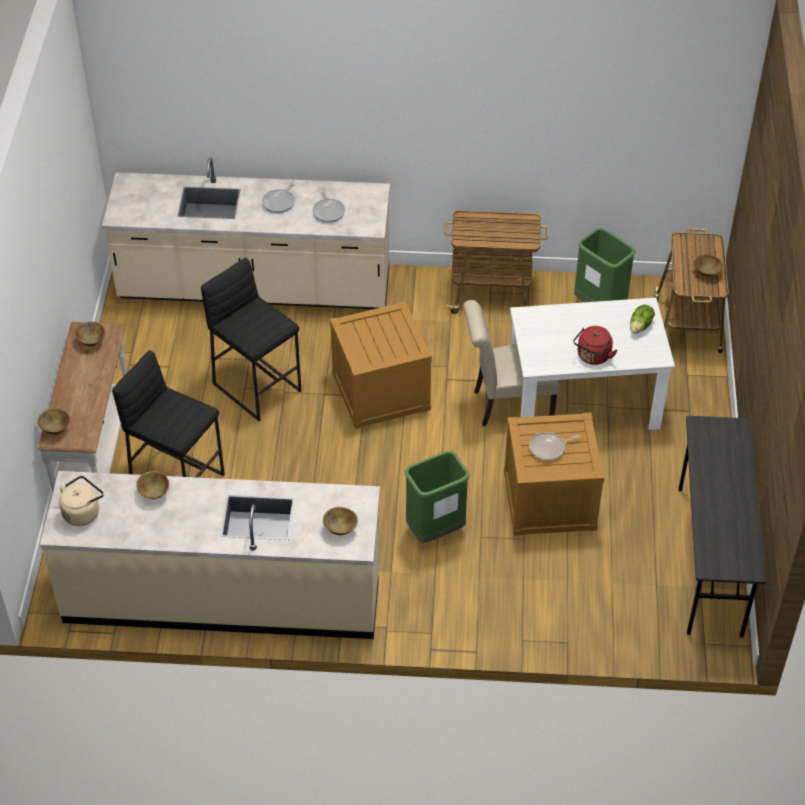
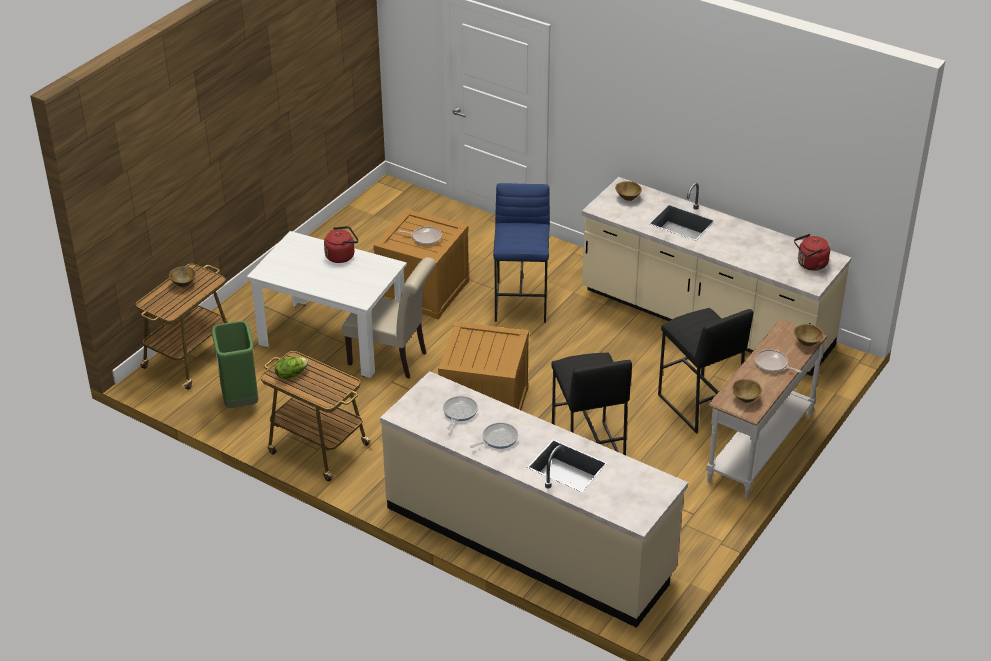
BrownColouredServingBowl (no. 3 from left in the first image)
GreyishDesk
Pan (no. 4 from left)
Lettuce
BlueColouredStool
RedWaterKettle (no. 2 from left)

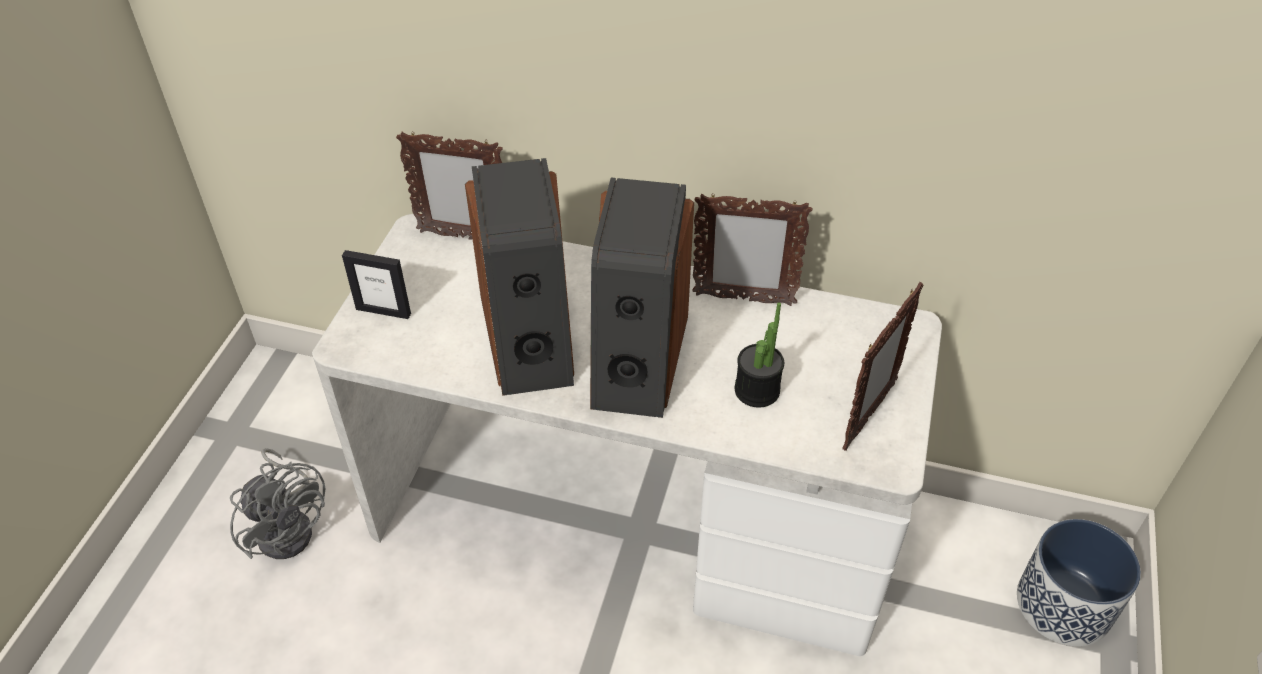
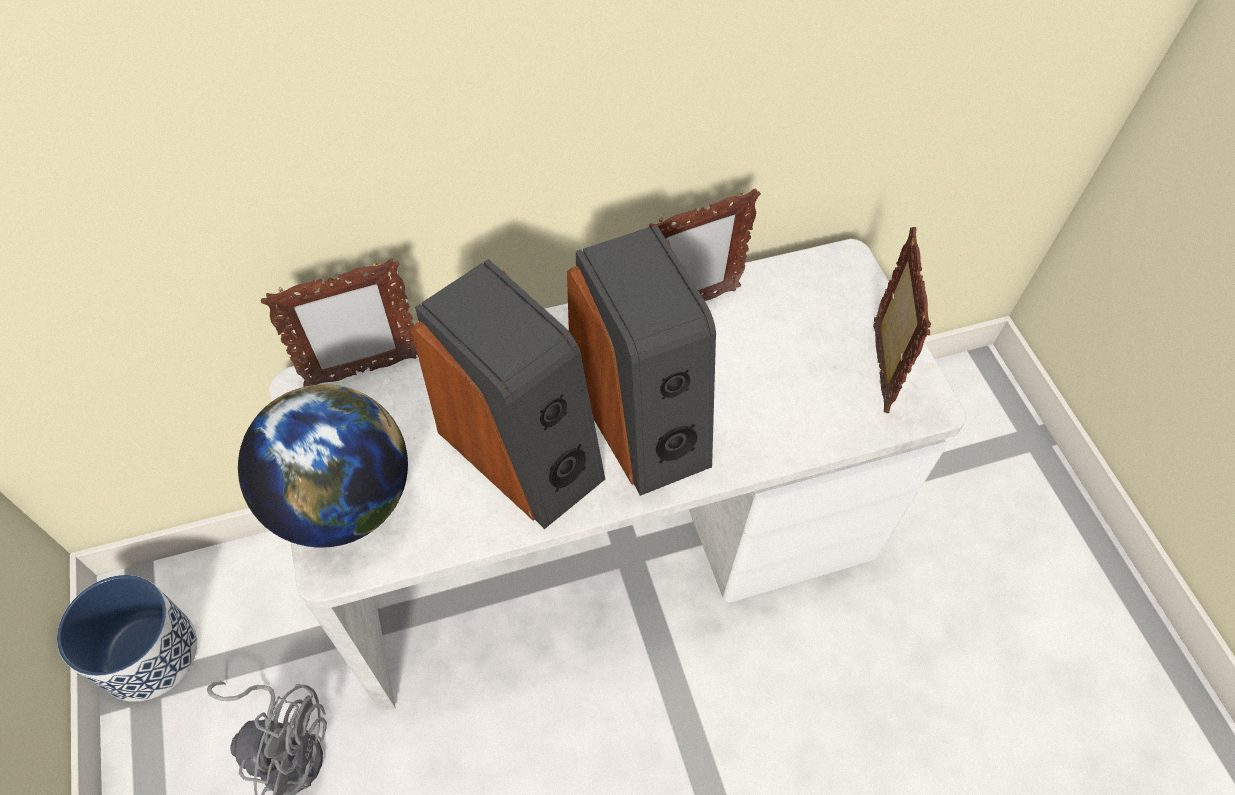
Houseplant
Planter
DeskGlobe

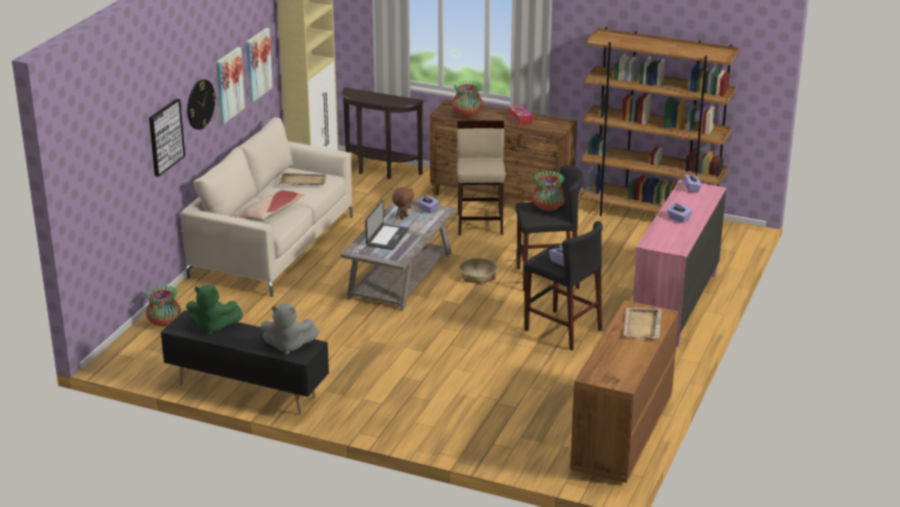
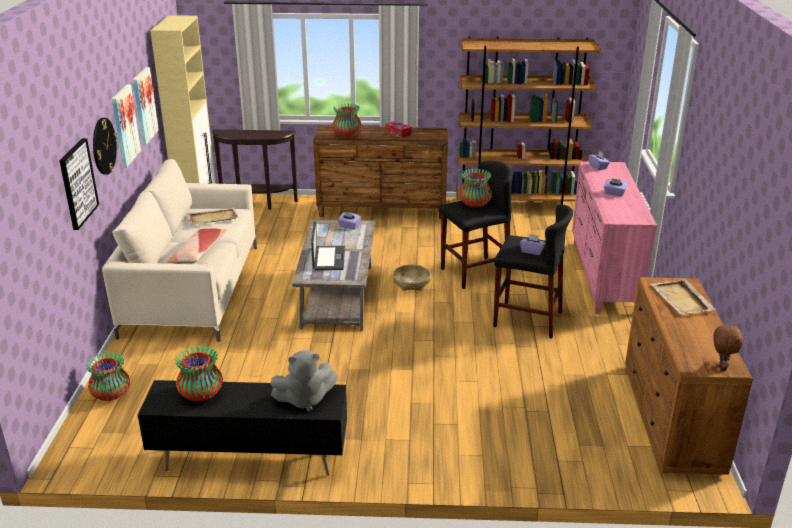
BeigeColouredStool
BrownColouredPlushToy
Vase (no. 2 from left)

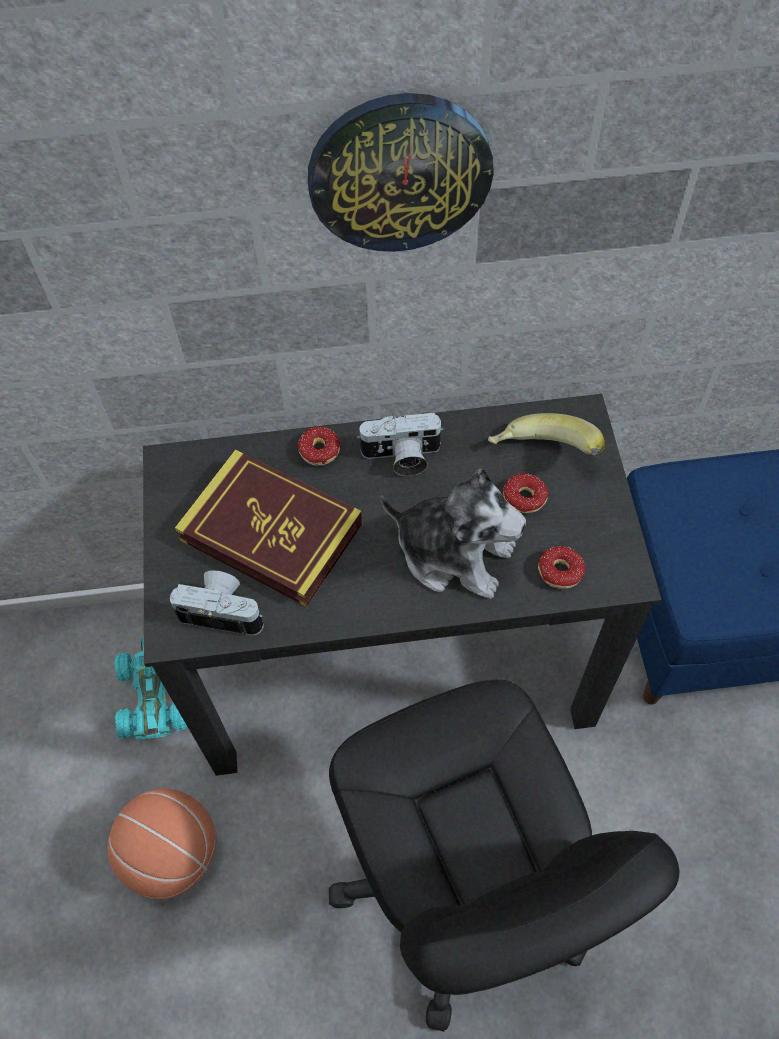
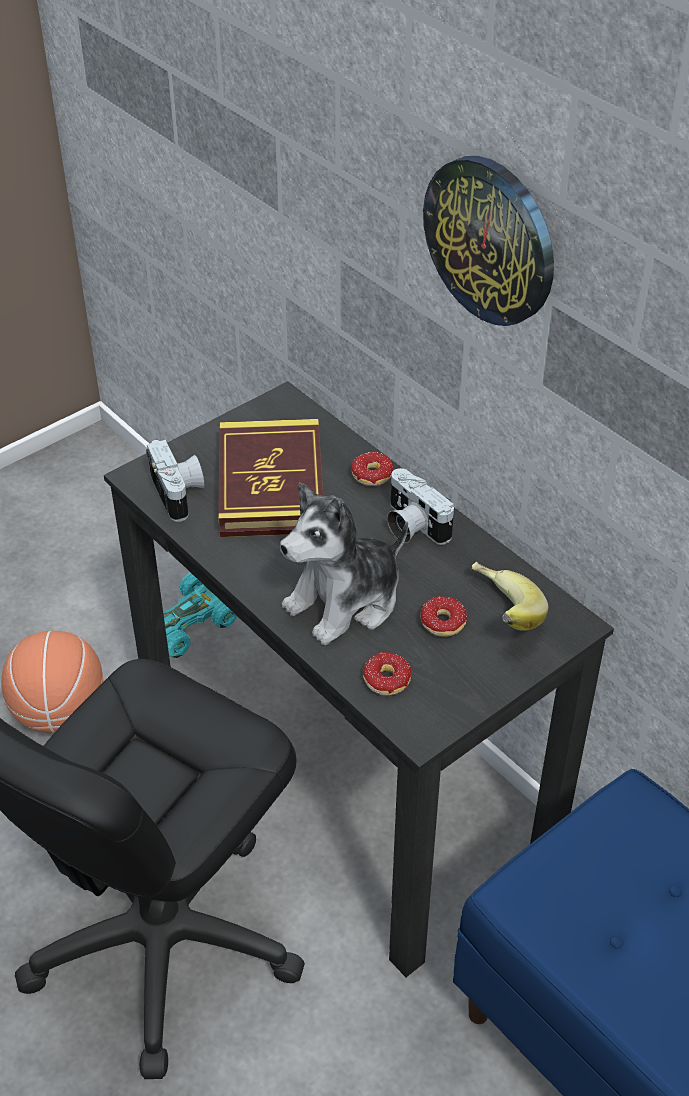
PlushToy

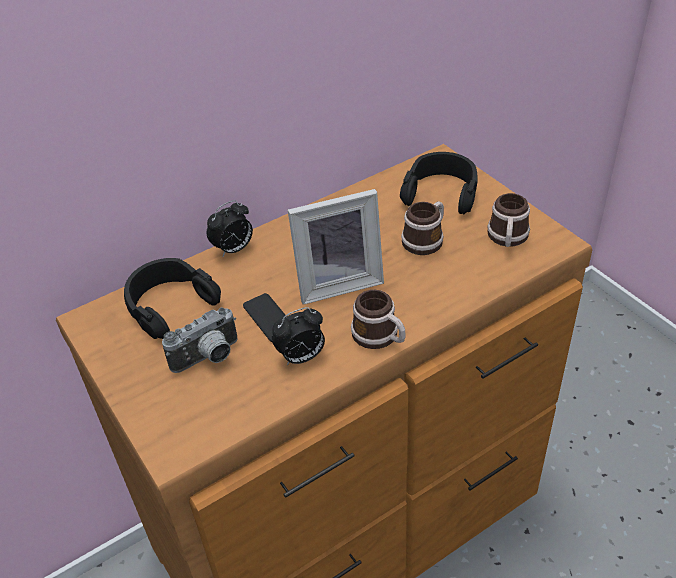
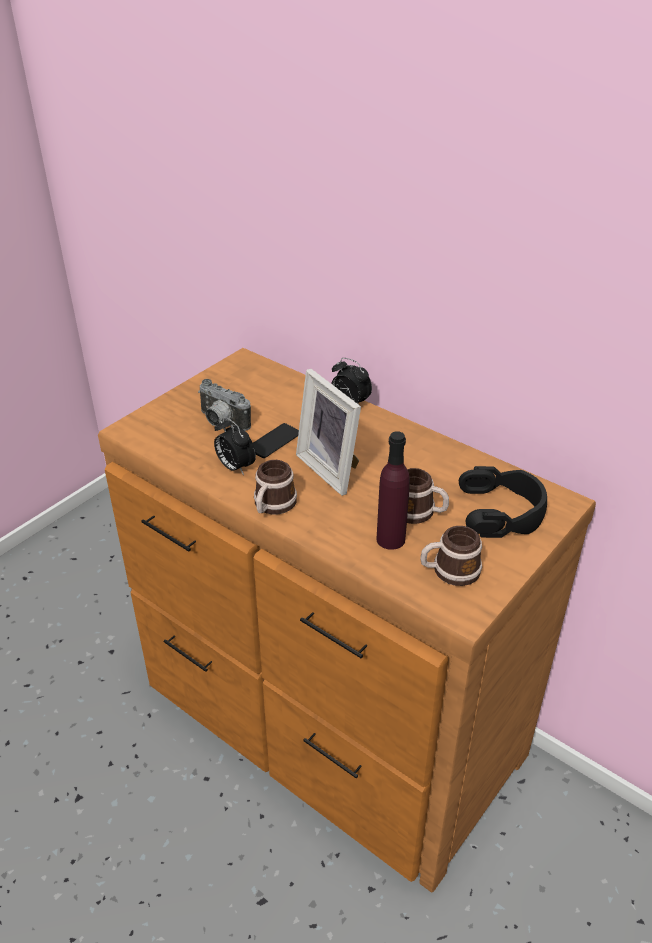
BlackPairOfHeadphones (no. 1 from left in the first image)
PurplishBeverageBottle

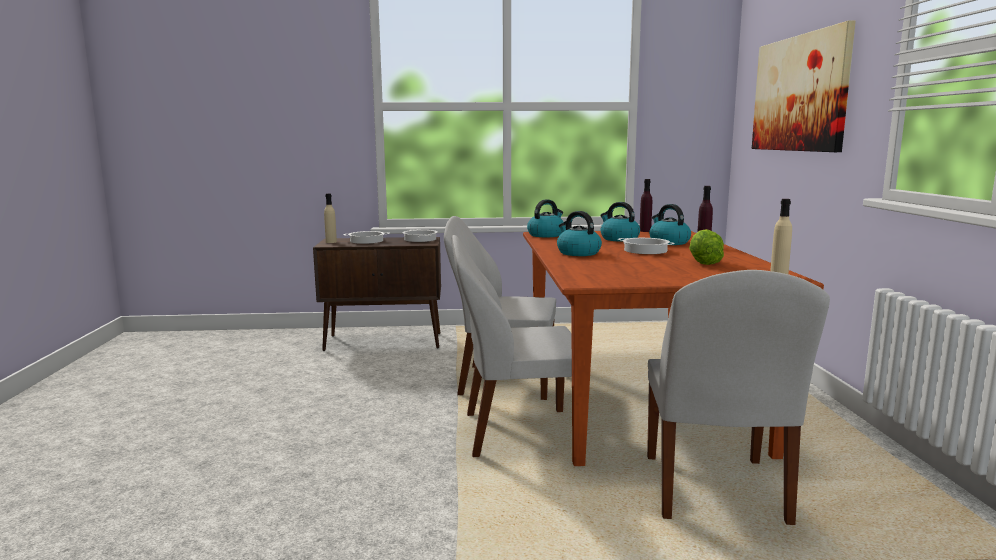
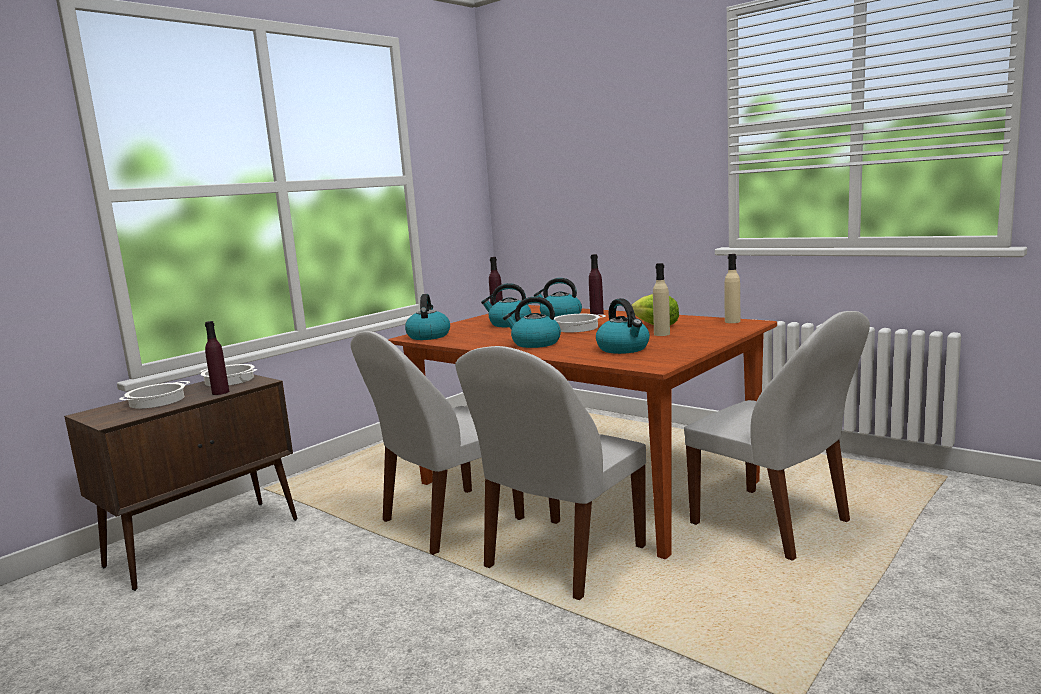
Picture
PurplishBeverageBottle (no. 1 from left)
WaterKettle (no. 5 from left)
BeigeColouredBeverageBottle (no. 1 from left)

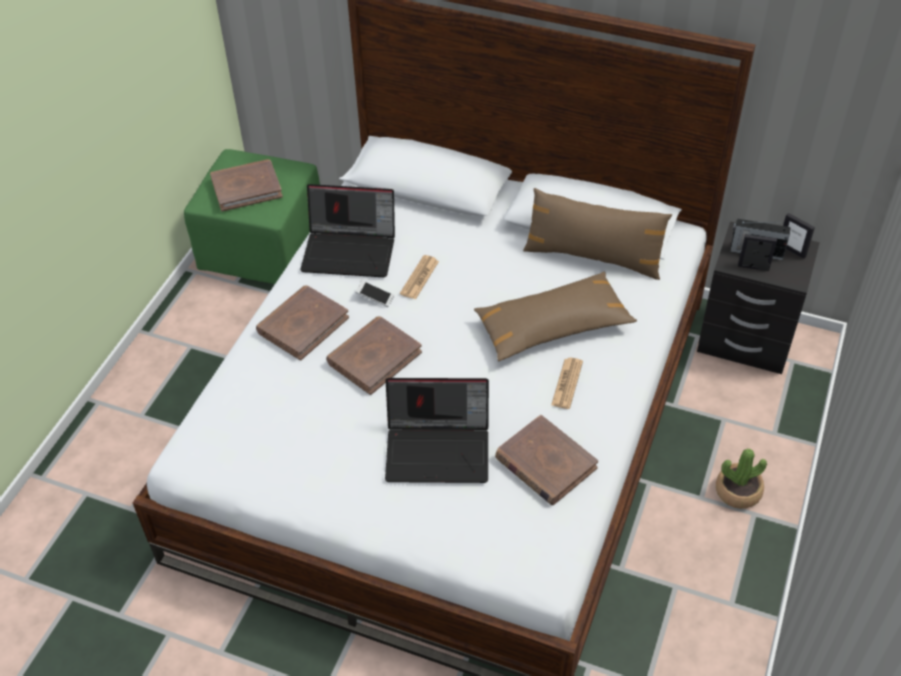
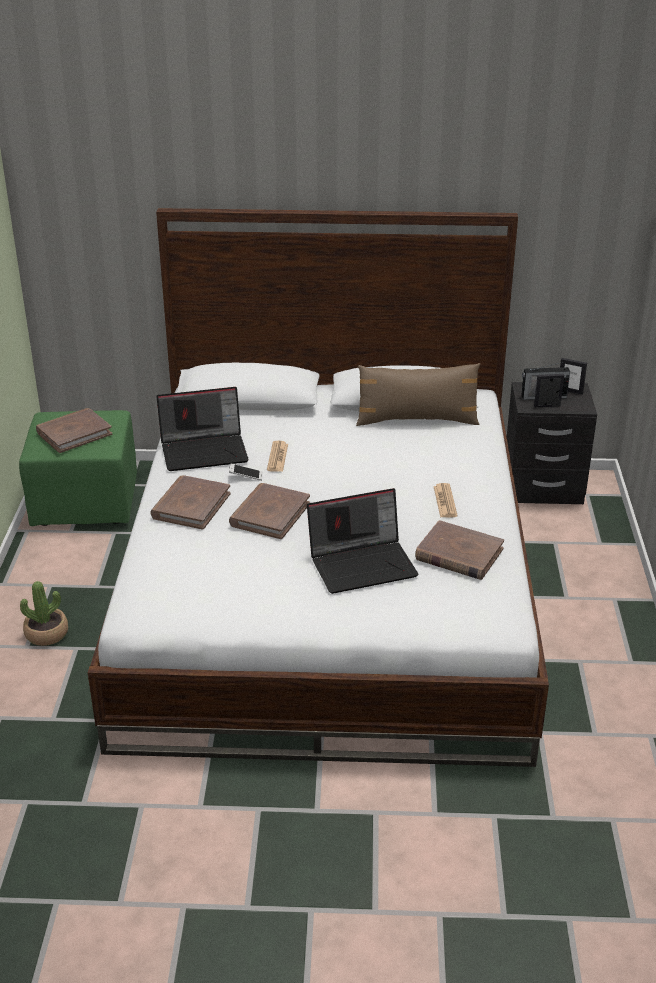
BrownColouredPillow (no. 1 from left in the first image)
Houseplant

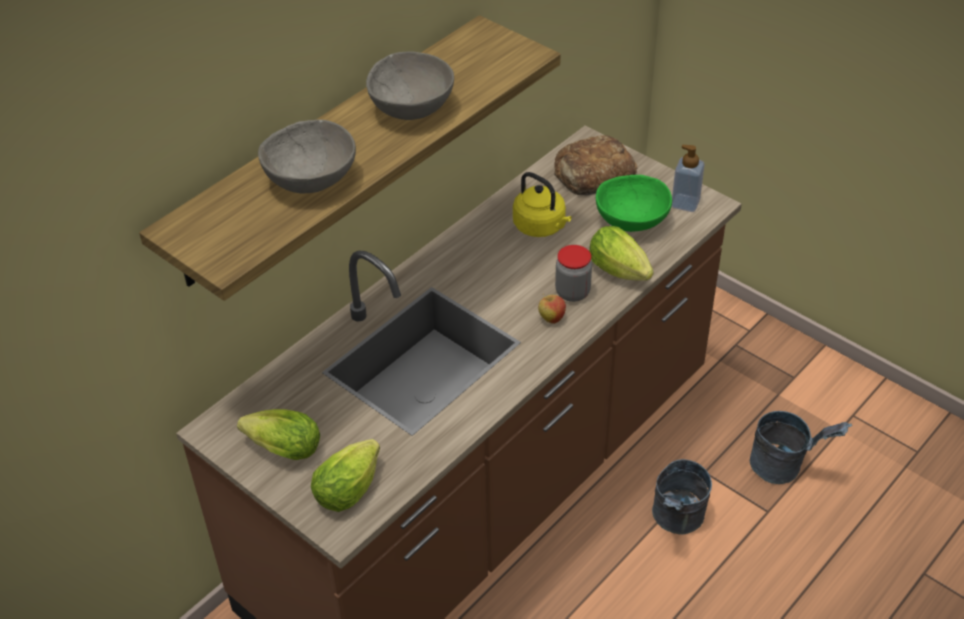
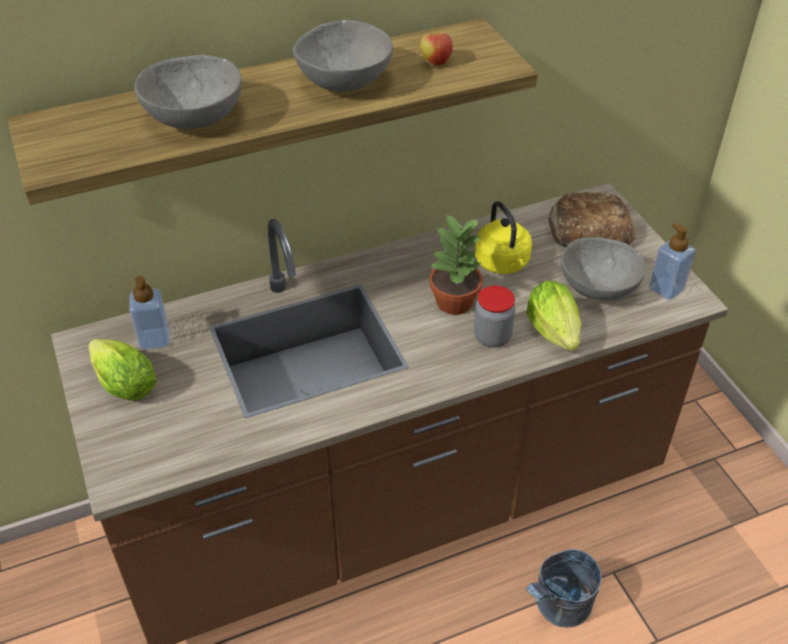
Lettuce (no. 2 from left in the first image)
GreyishPail (no. 2 from left in the first image)
LiquidSoapBottle (no. 1 from left)
Houseplant
WholeApple
GreyishServingBowl (no. 3 from left)

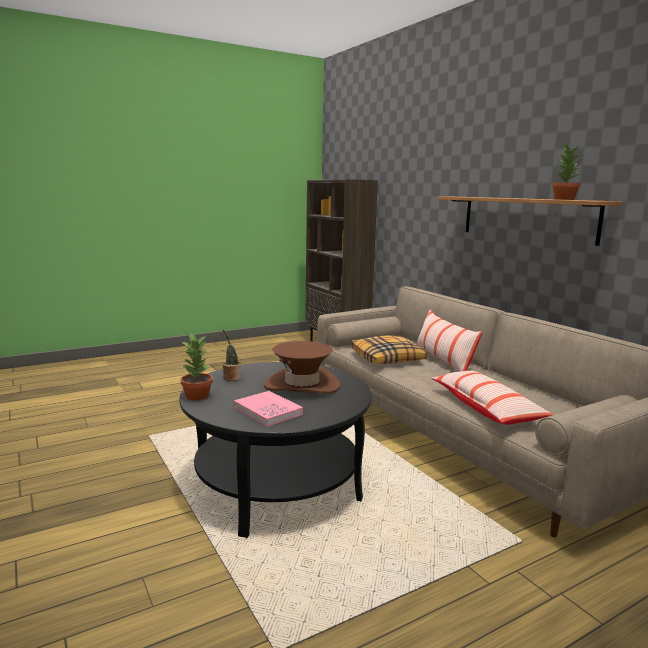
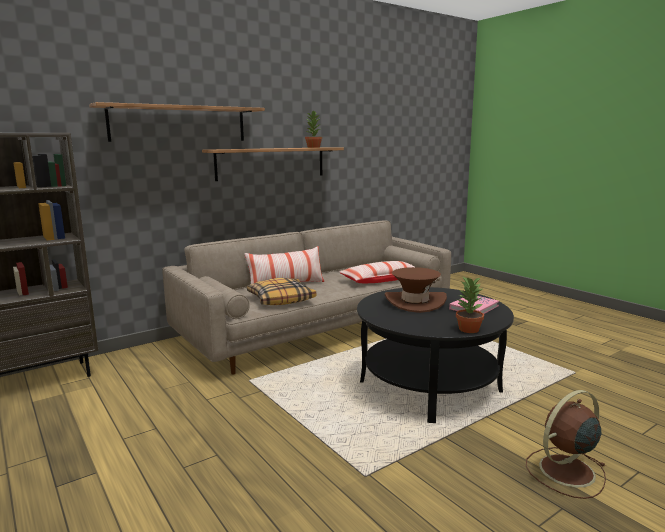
Houseplant (no. 2 from left in the first image)
Shelf (no. 1 from left)
BrownColouredCoolingFan

